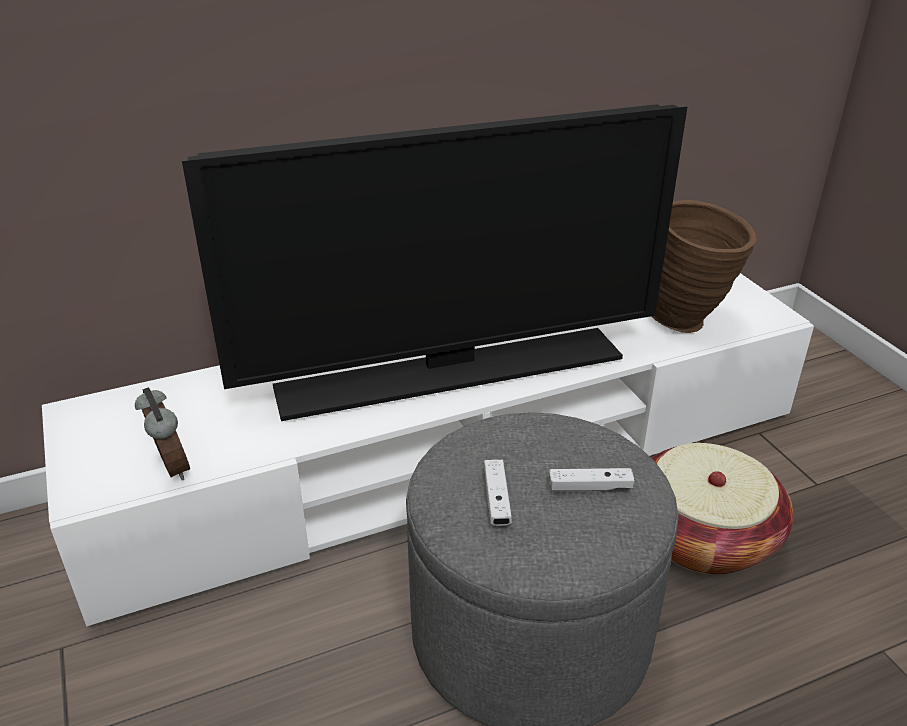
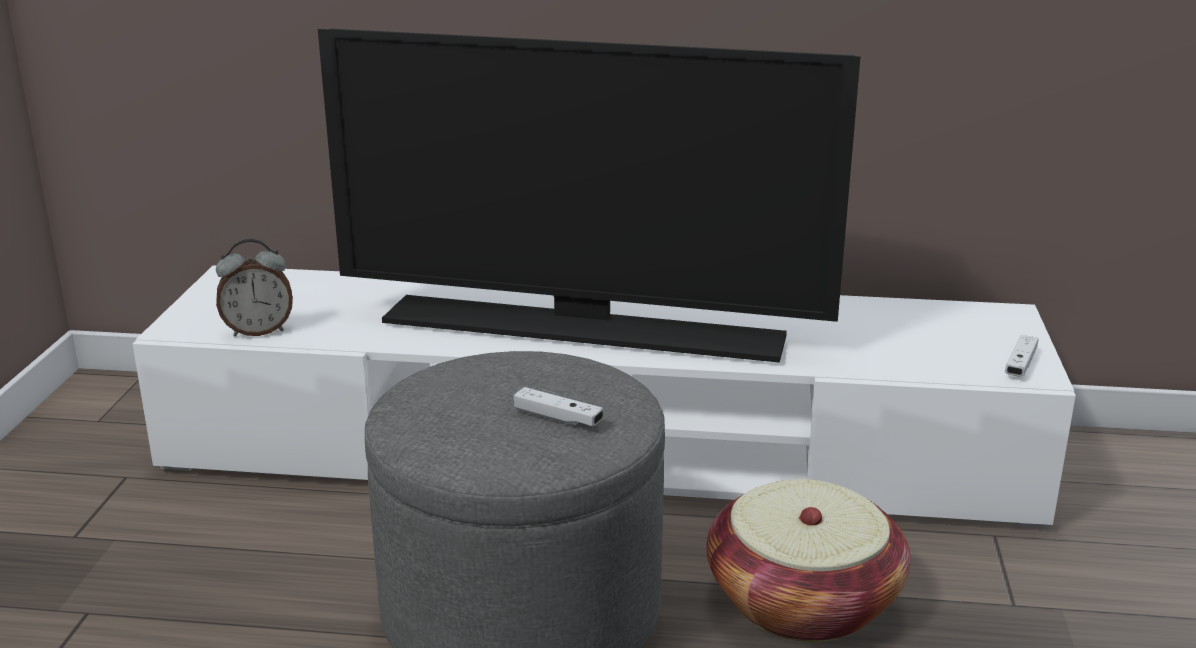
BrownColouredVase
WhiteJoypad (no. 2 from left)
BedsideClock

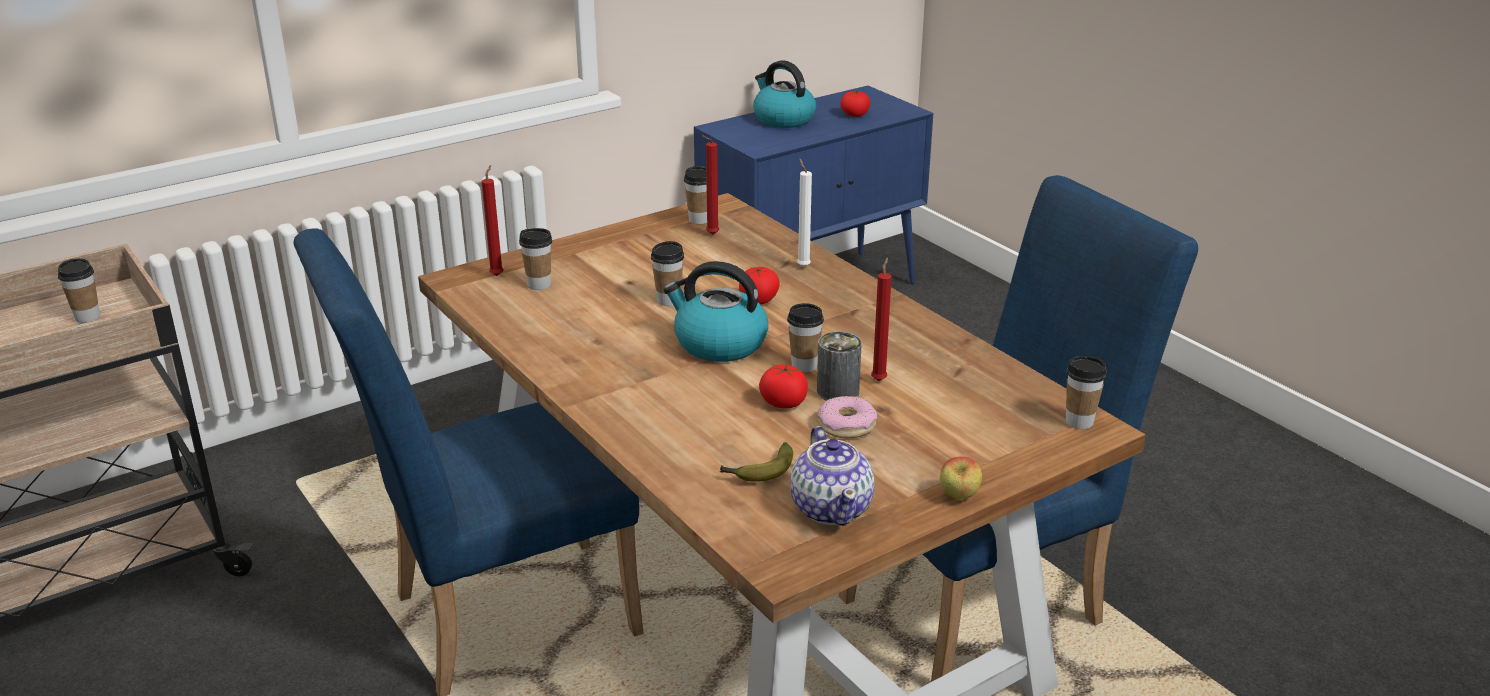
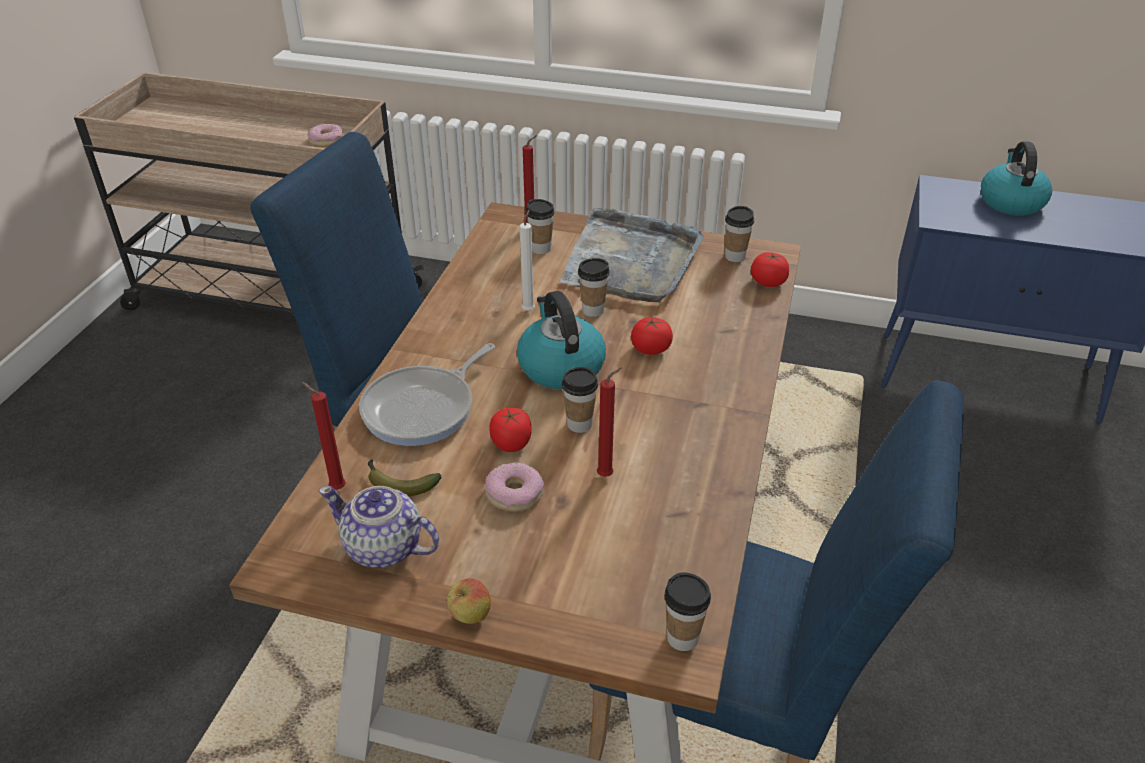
Can
Pan
GreyishTray
RedWaxCandle (no. 1 from left)
WhiteWaxCandle
WholeTomato (no. 3 from left)
RingDoughnut (no. 1 from left)
Teapot

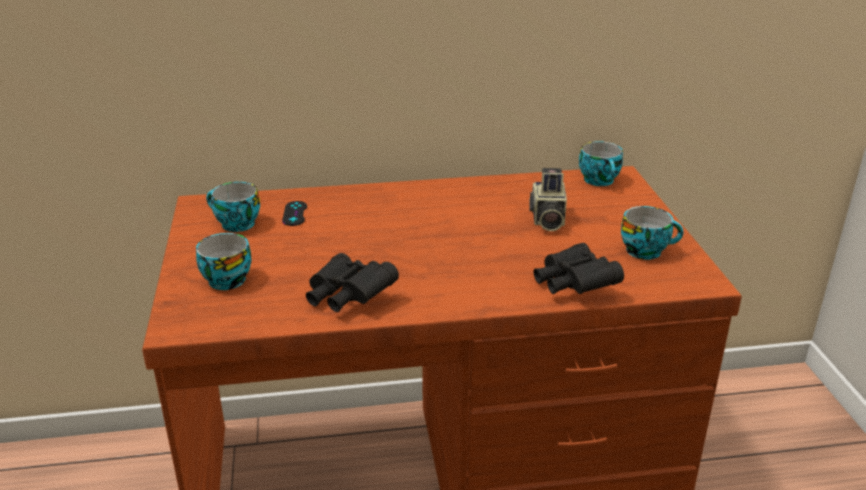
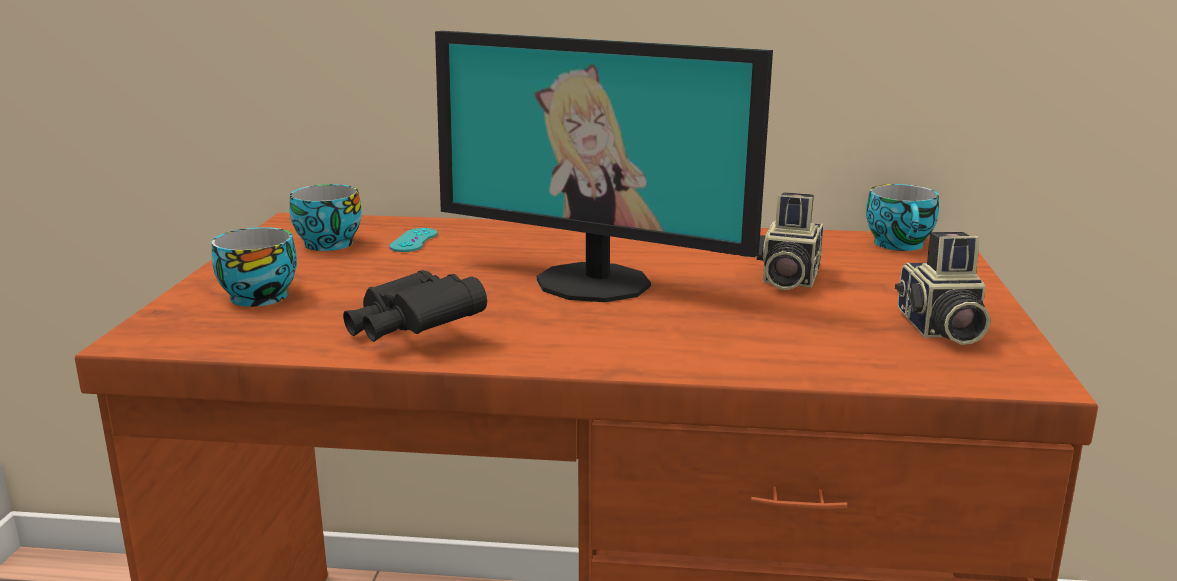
BlackPairOfBinoculars (no. 2 from left in the first image)
Monitor
PhotoCamera (no. 2 from left)
TurquoiseJoypad

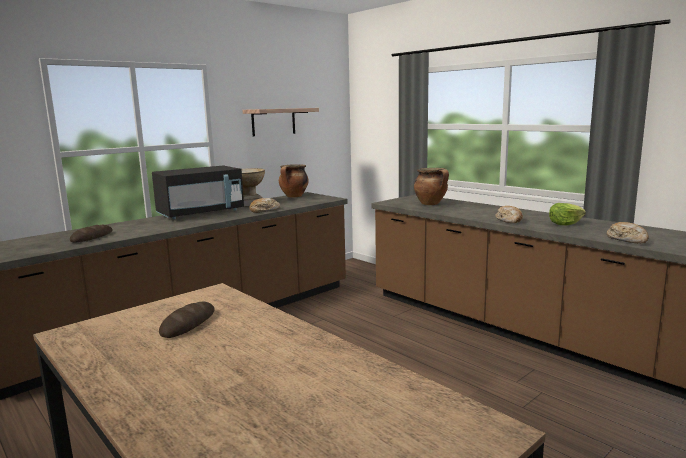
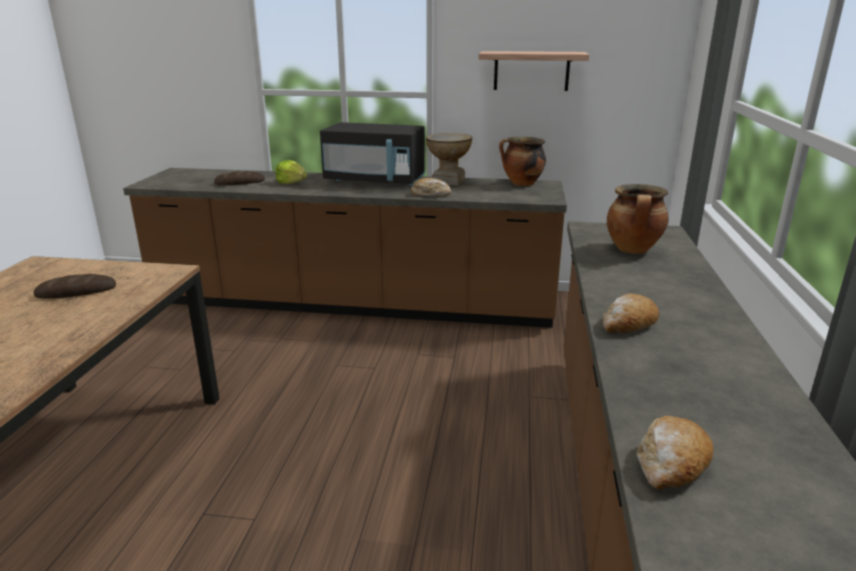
Lettuce

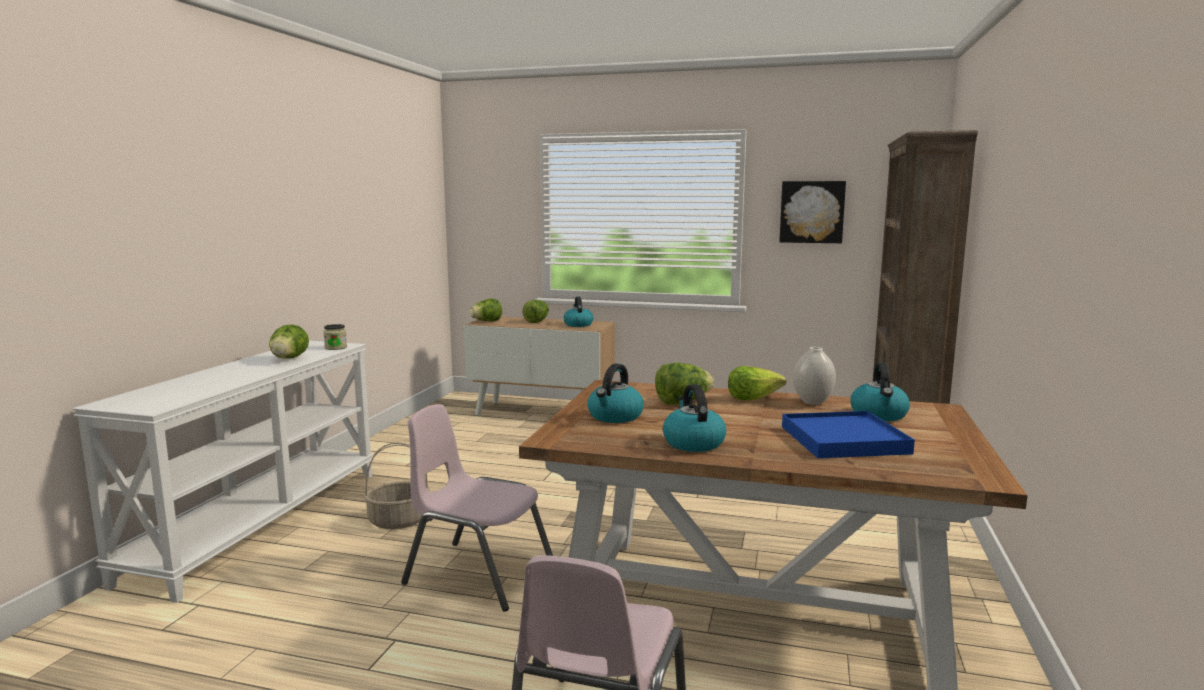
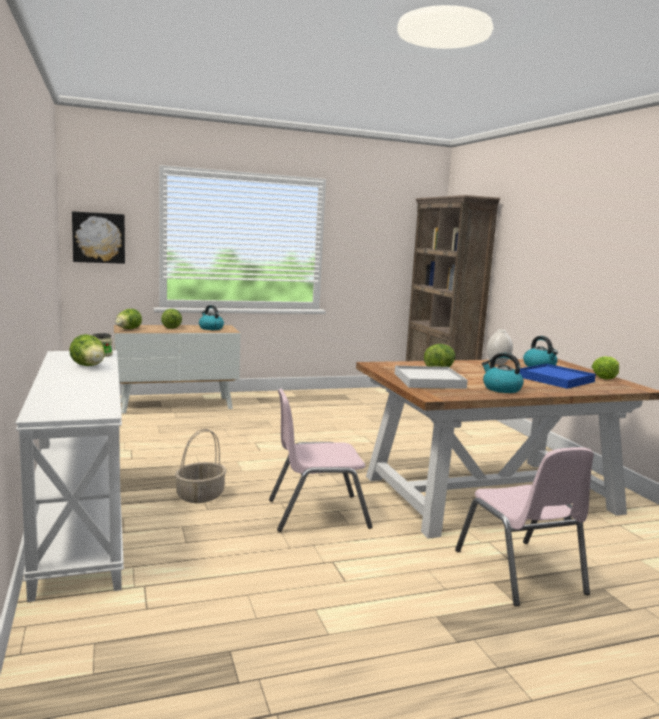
Lettuce (no. 5 from left)
Picture
WhiteTray

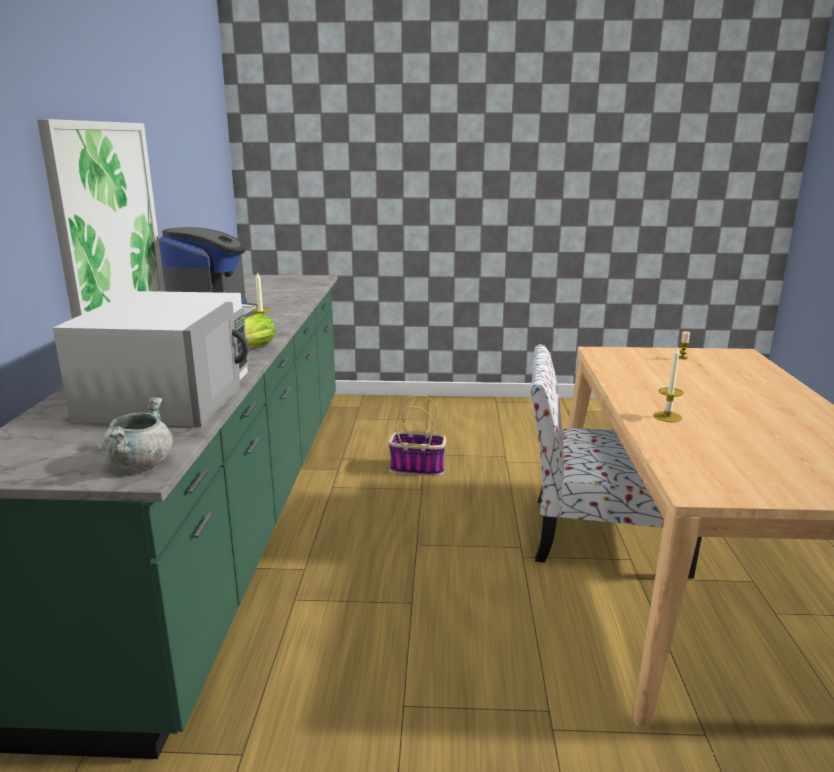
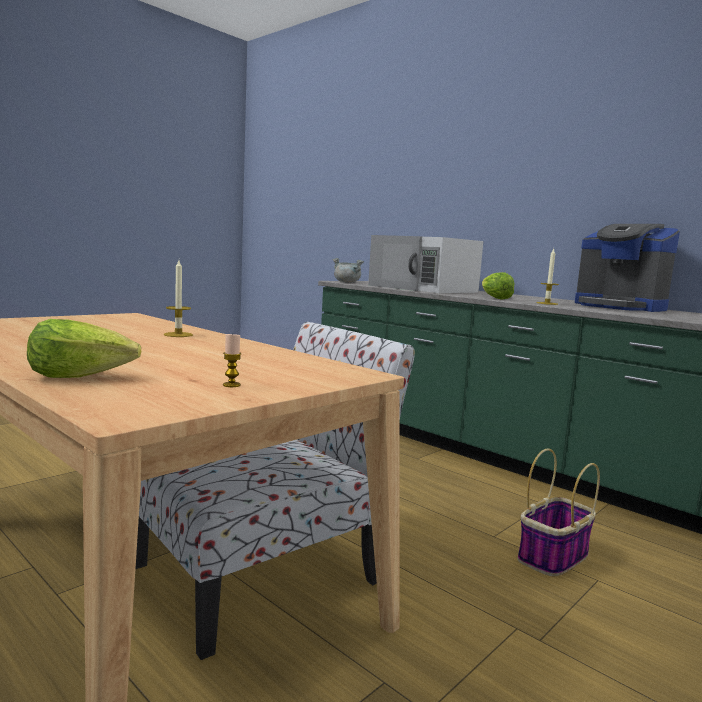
Picture
Lettuce (no. 1 from left)

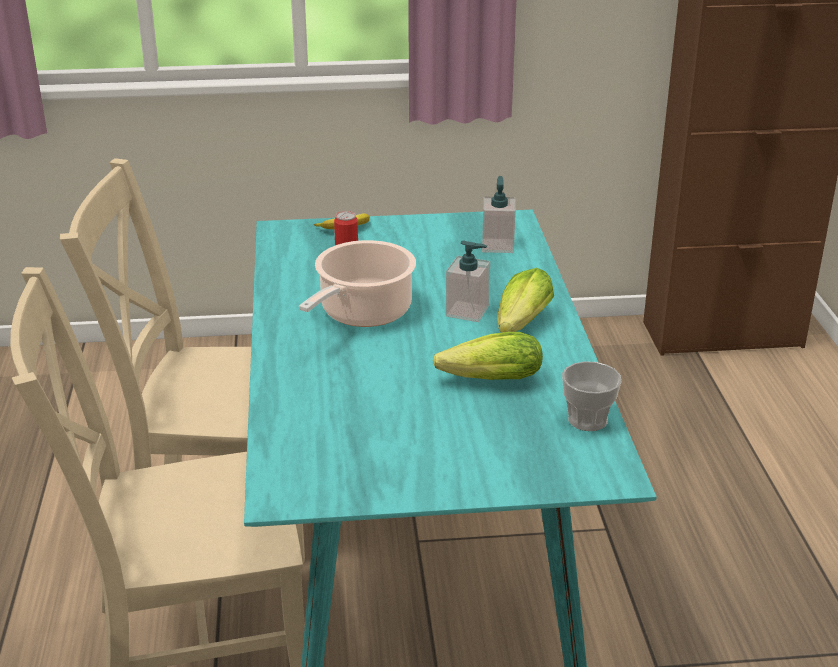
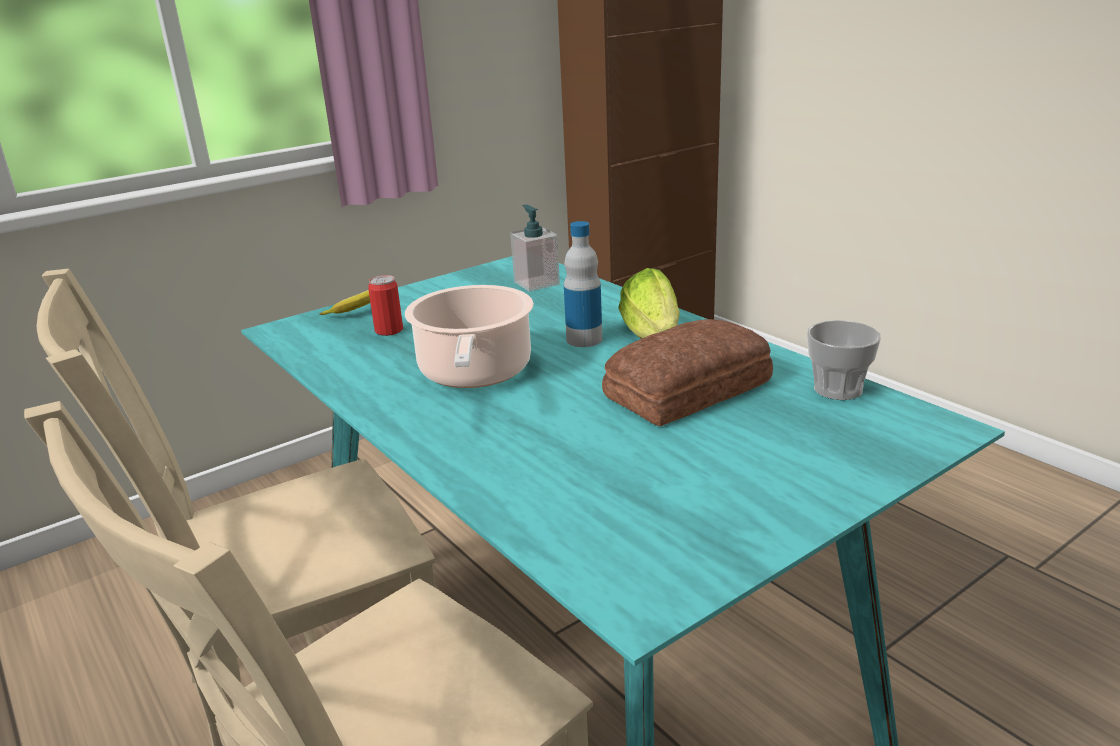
BakedBread
BeverageBottle

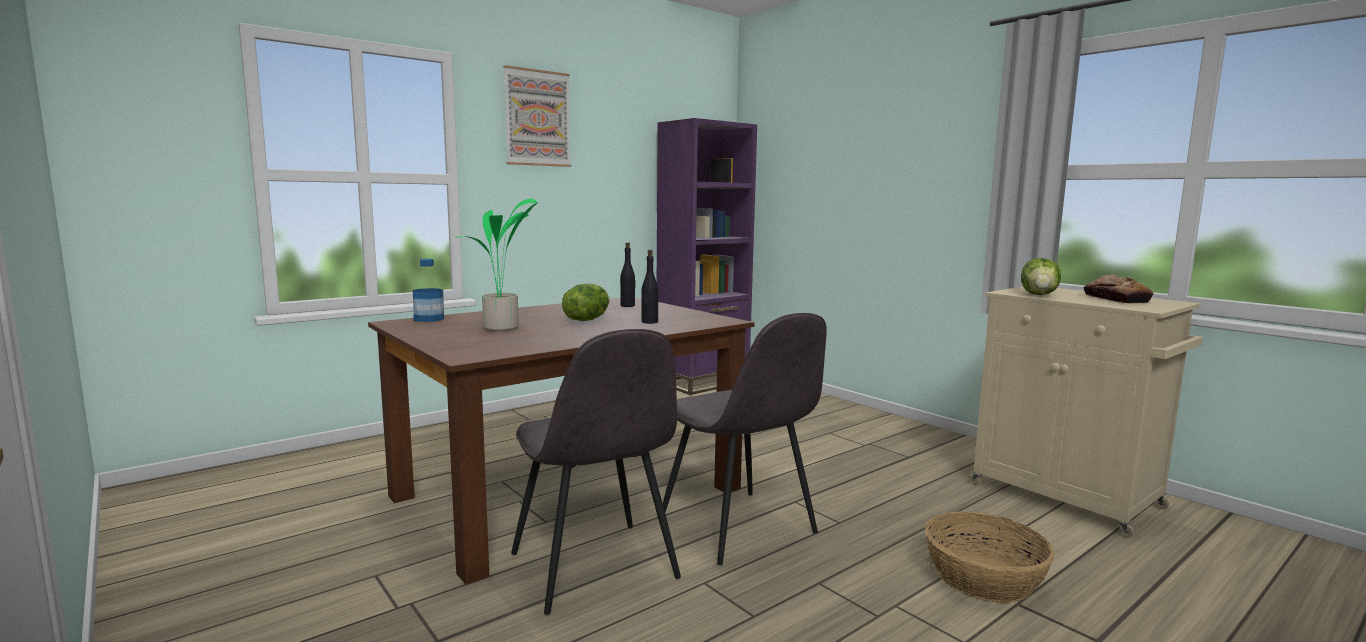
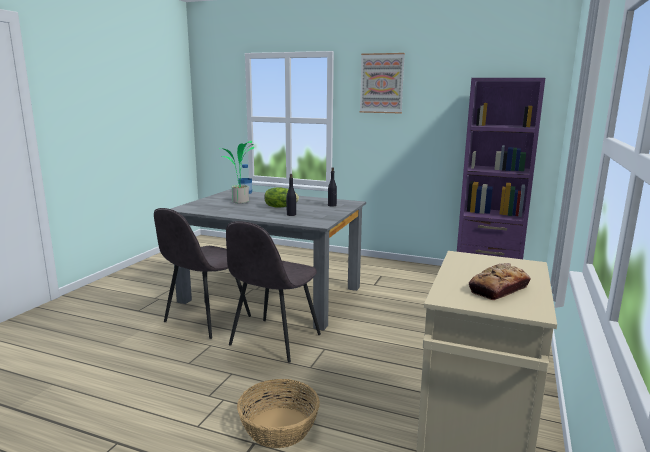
Lettuce (no. 2 from left in the first image)
GreyishDinnerTable

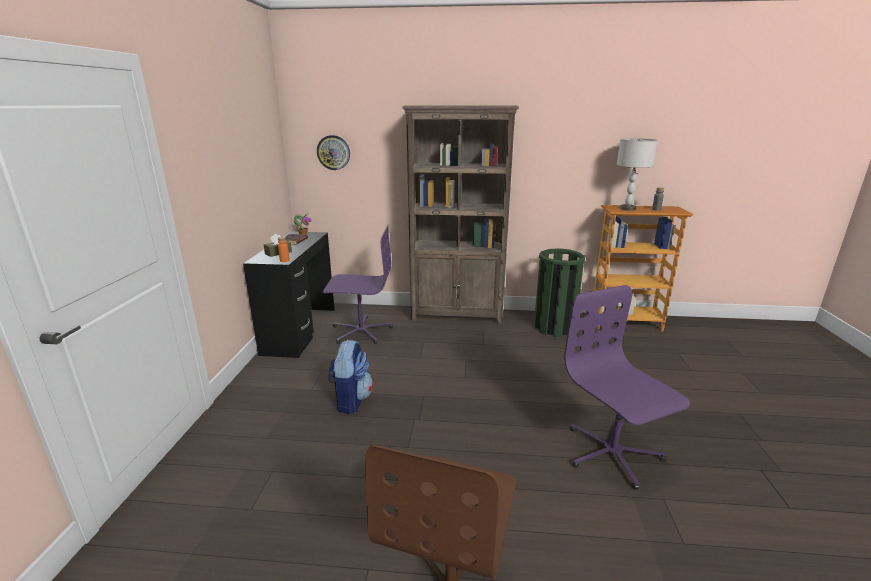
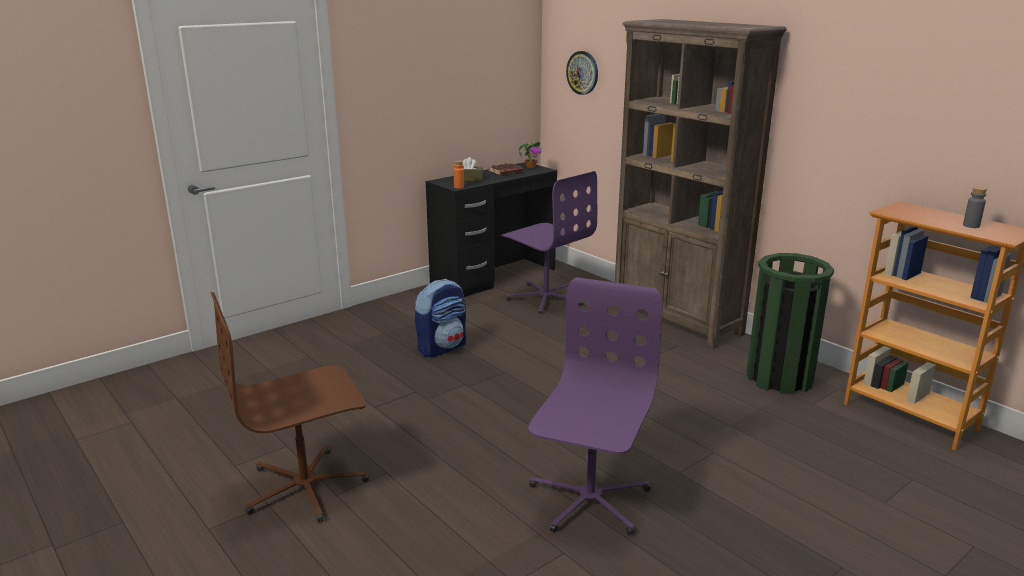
GreyishTableLamp

